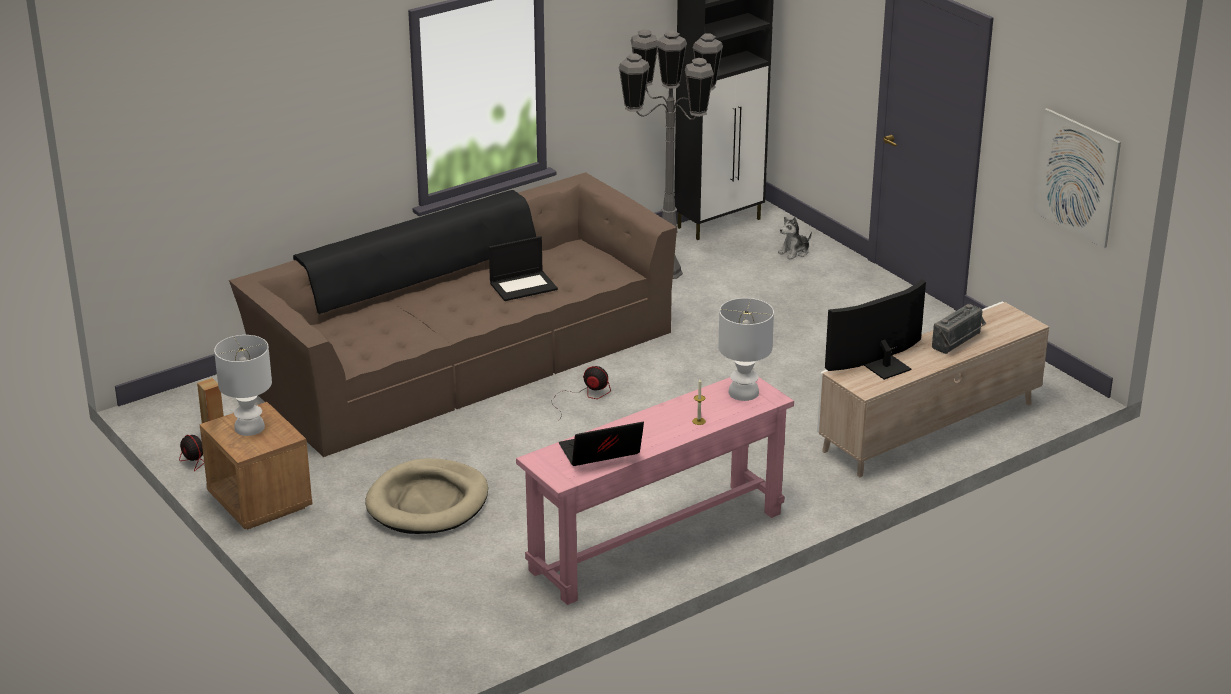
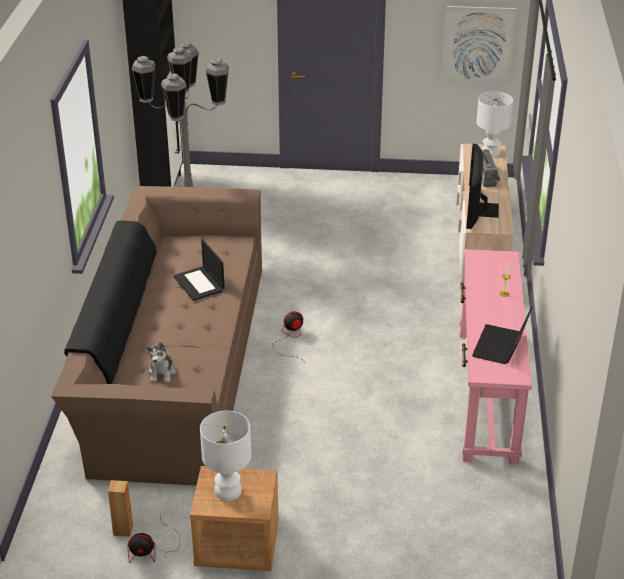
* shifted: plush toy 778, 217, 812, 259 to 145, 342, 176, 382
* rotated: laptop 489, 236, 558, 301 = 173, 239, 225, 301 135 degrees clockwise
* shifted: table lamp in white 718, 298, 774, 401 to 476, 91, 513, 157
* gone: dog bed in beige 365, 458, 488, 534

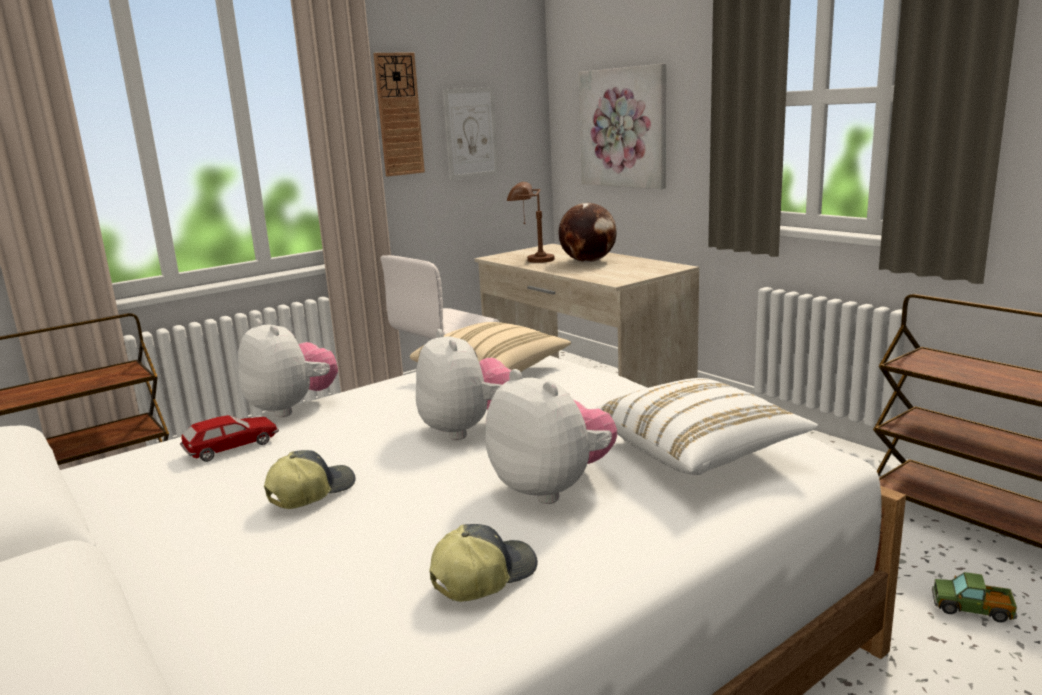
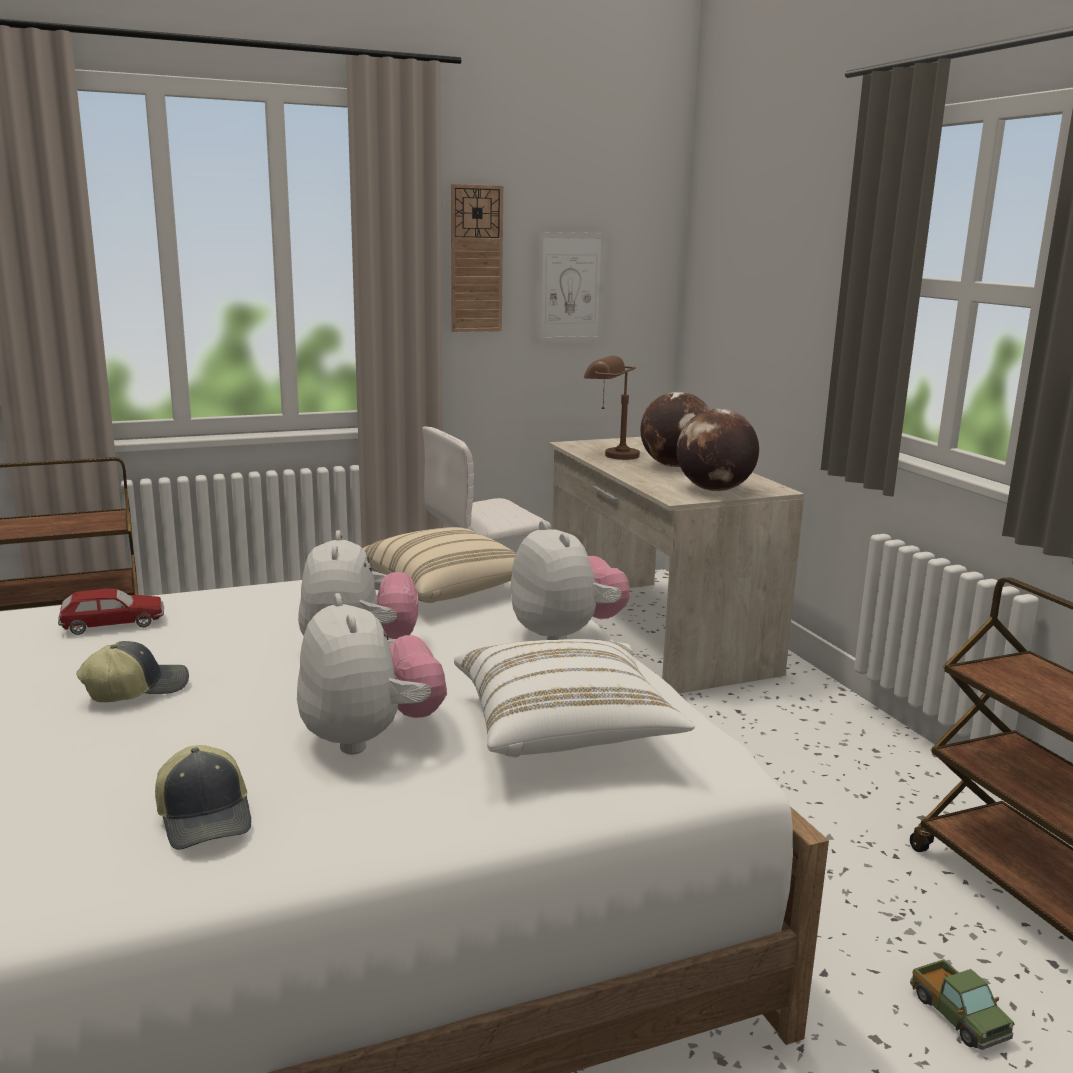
* gone: picture 579, 64, 666, 189
* shifted: plush toy 238, 319, 338, 417 to 511, 520, 630, 640
* rotated: cap 429, 524, 538, 602 = 155, 745, 251, 850 90 degrees clockwise
* rotated: toy truck 932, 572, 1017, 622 = 910, 959, 1014, 1050 150 degrees counterclockwise
* new: globe 677, 409, 759, 491

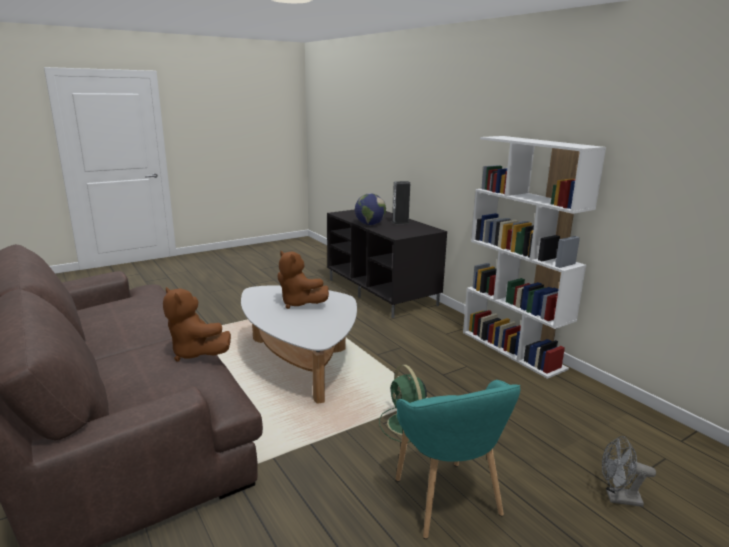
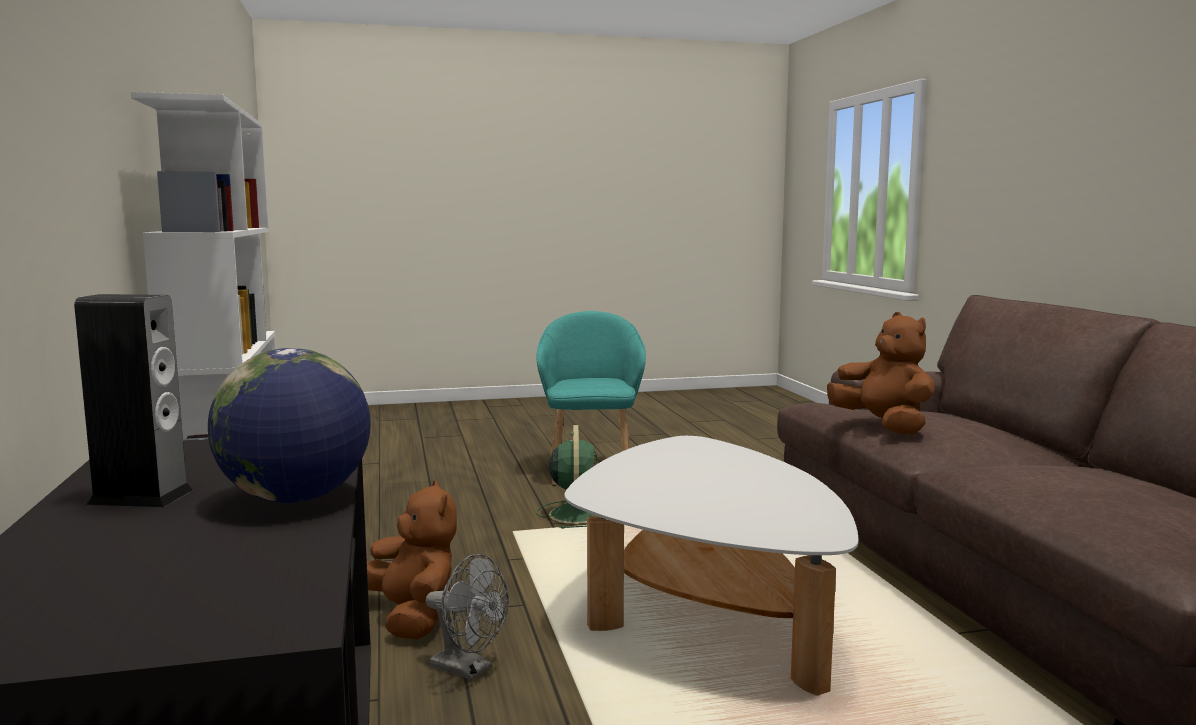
* shifted: plush toy in brown 278, 251, 329, 309 to 367, 480, 457, 640
* shifted: fan in grey 602, 436, 656, 507 to 426, 554, 509, 680

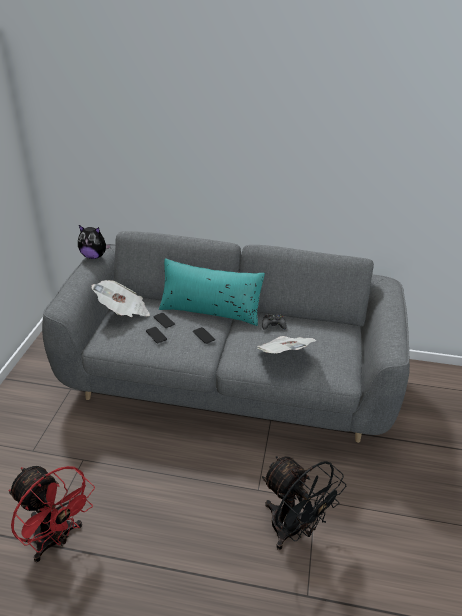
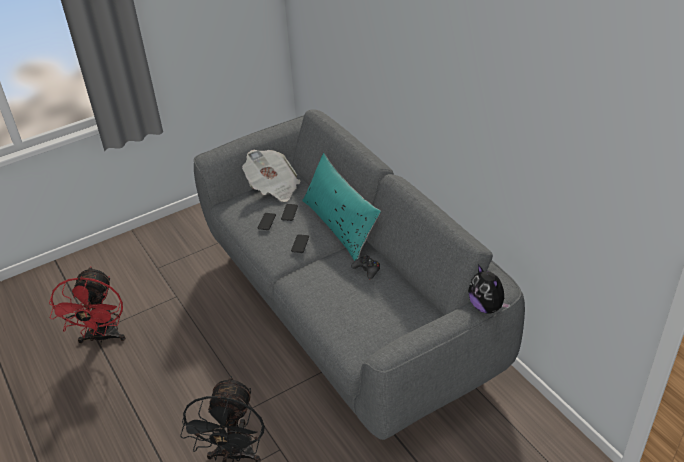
* shifted: plush toy 78, 225, 111, 259 to 468, 264, 510, 314
* gone: newspaper 257, 336, 317, 353

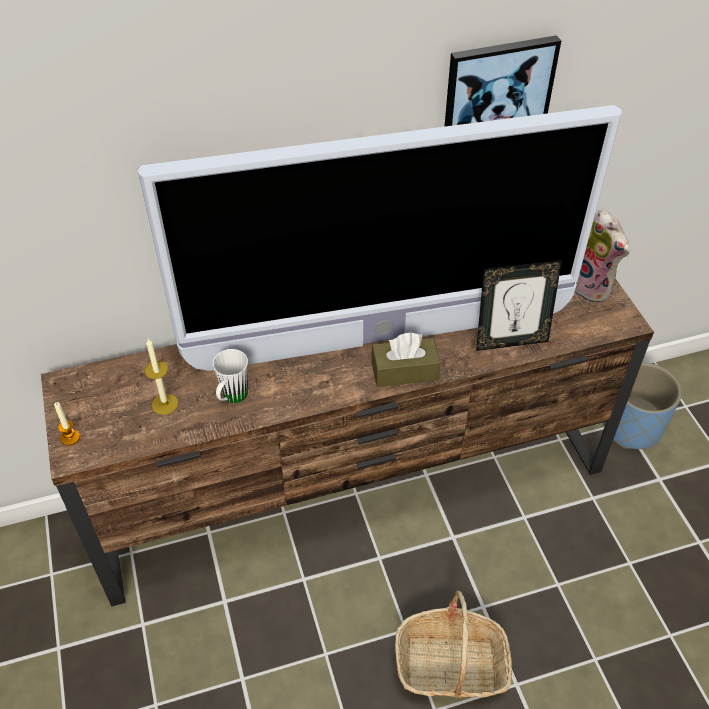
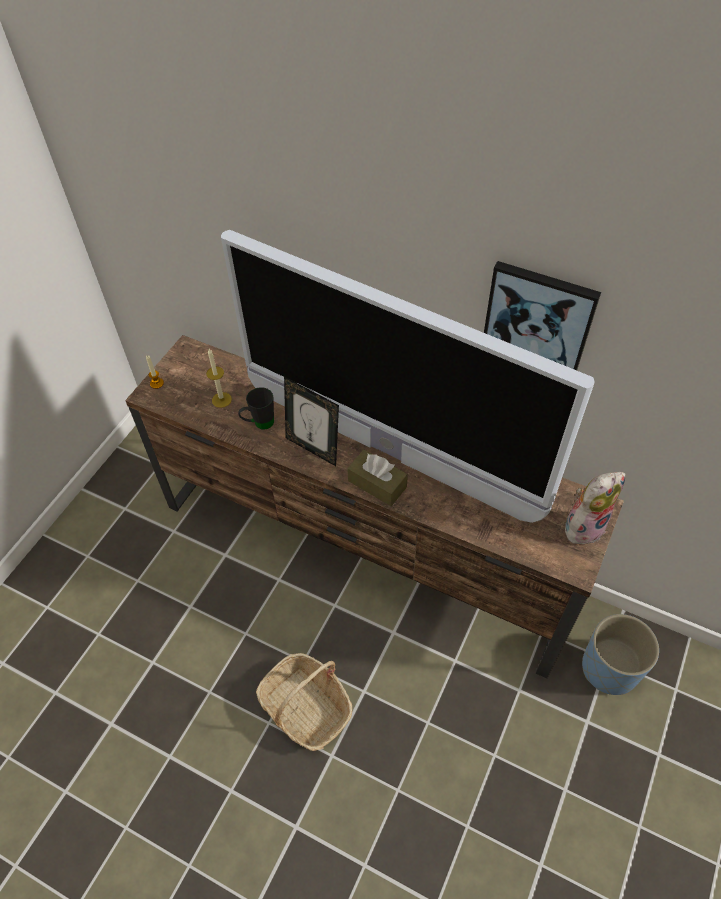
* rotated: plush toy 574, 210, 630, 302 = 565, 472, 626, 548 135 degrees counterclockwise
* shifted: picture frame 476, 260, 562, 351 to 284, 376, 339, 466
* repainted: mug in white 213, 349, 248, 403 to mug in black 238, 387, 274, 430

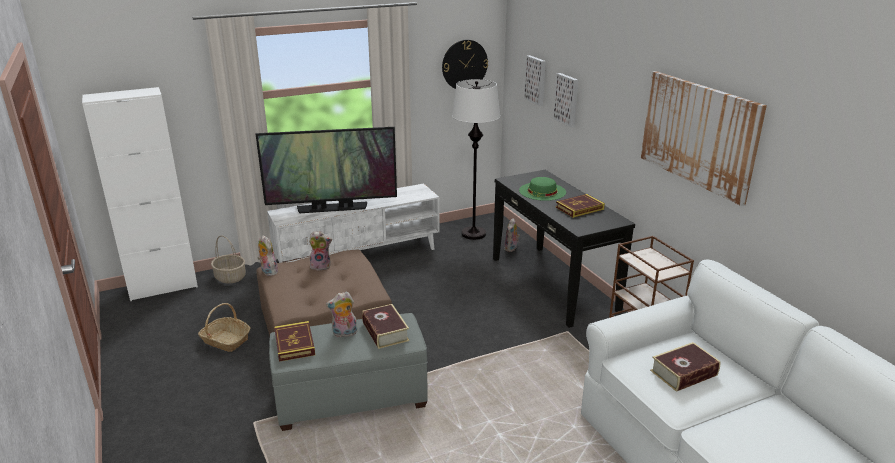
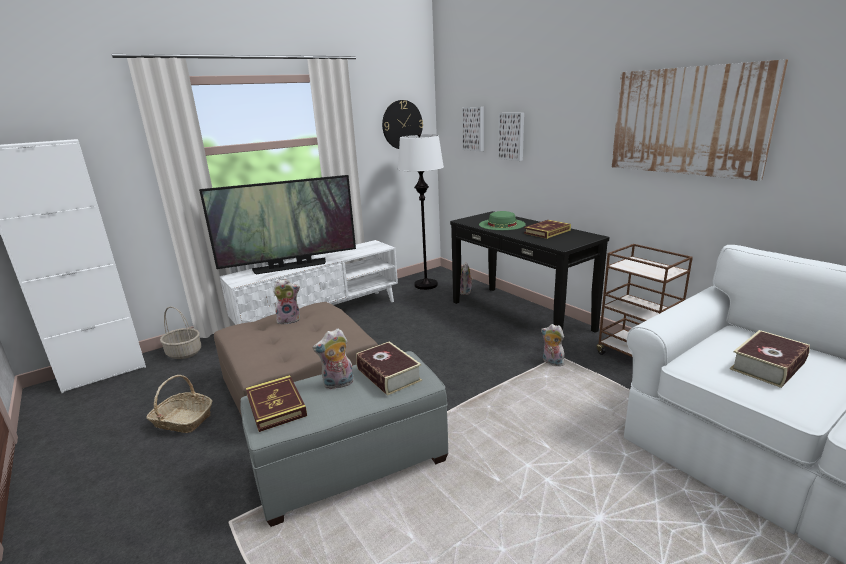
* shifted: plush toy 258, 235, 278, 276 to 541, 324, 565, 366

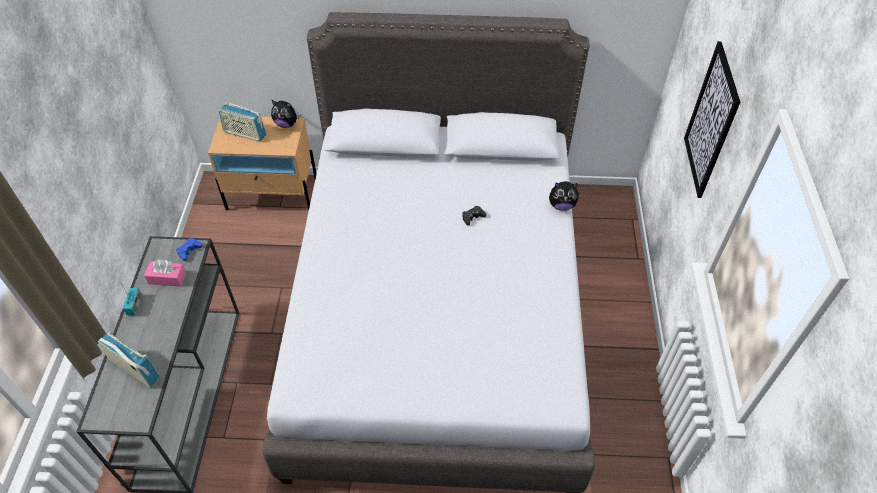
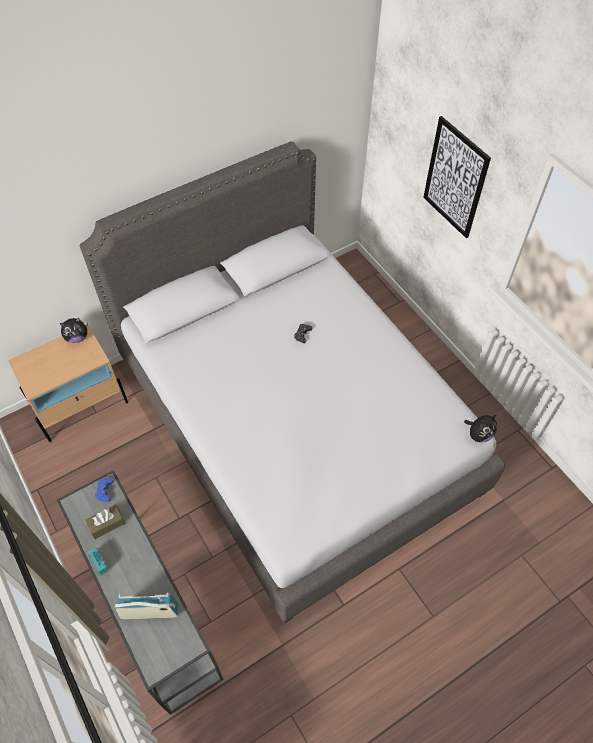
* gone: radio 219, 102, 266, 142
* shifted: plush toy 549, 181, 580, 211 to 464, 414, 497, 443
* repainted: tissue box in pink 144, 260, 186, 287 to tissue box in brown 85, 504, 125, 539

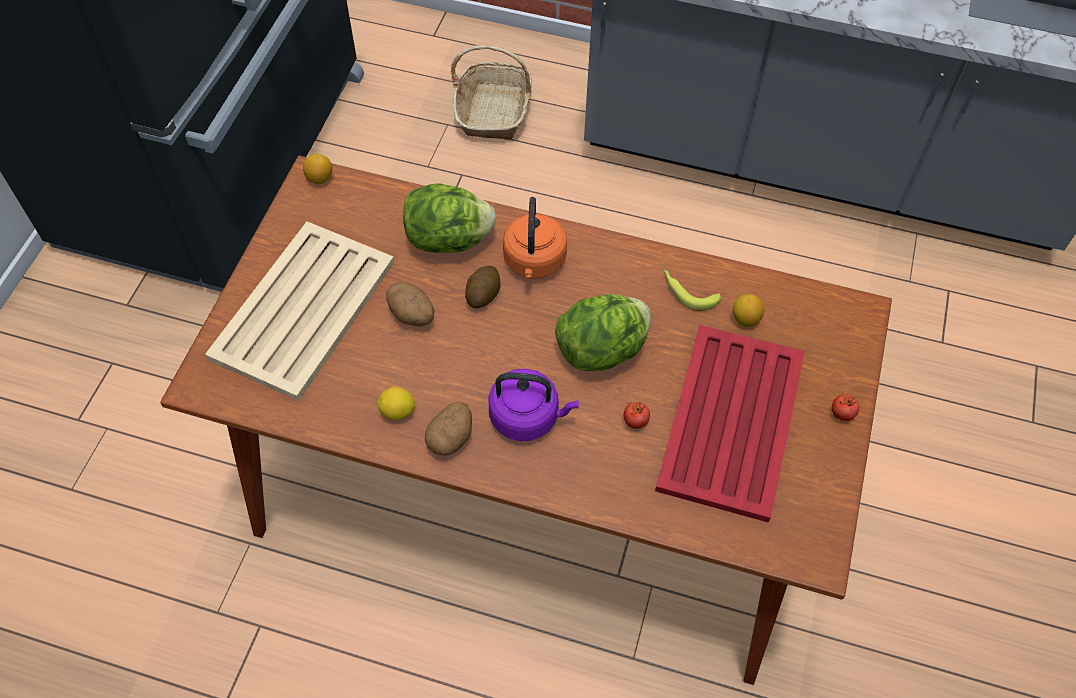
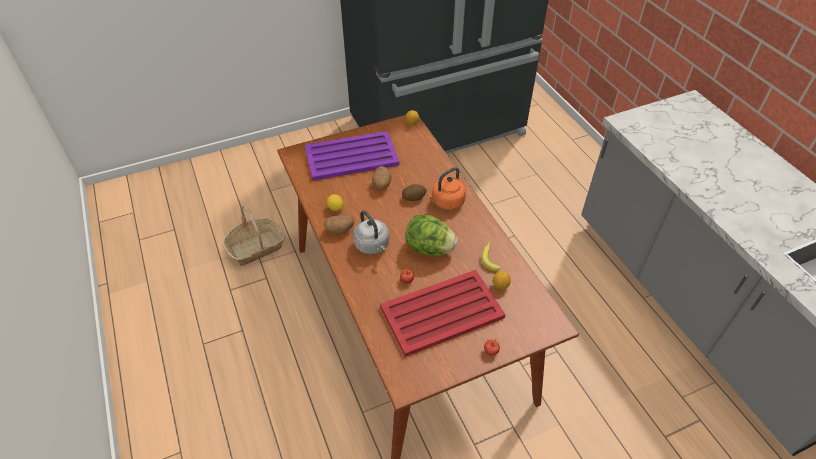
* shifted: basket 451, 45, 532, 140 to 222, 206, 286, 266
* gone: lettuce 403, 183, 496, 253
* repainted: tray in beige 205, 222, 395, 401 to tray in purple 305, 131, 399, 181
* repainted: kettle in purple 488, 369, 579, 441 to kettle in grey 353, 210, 389, 255

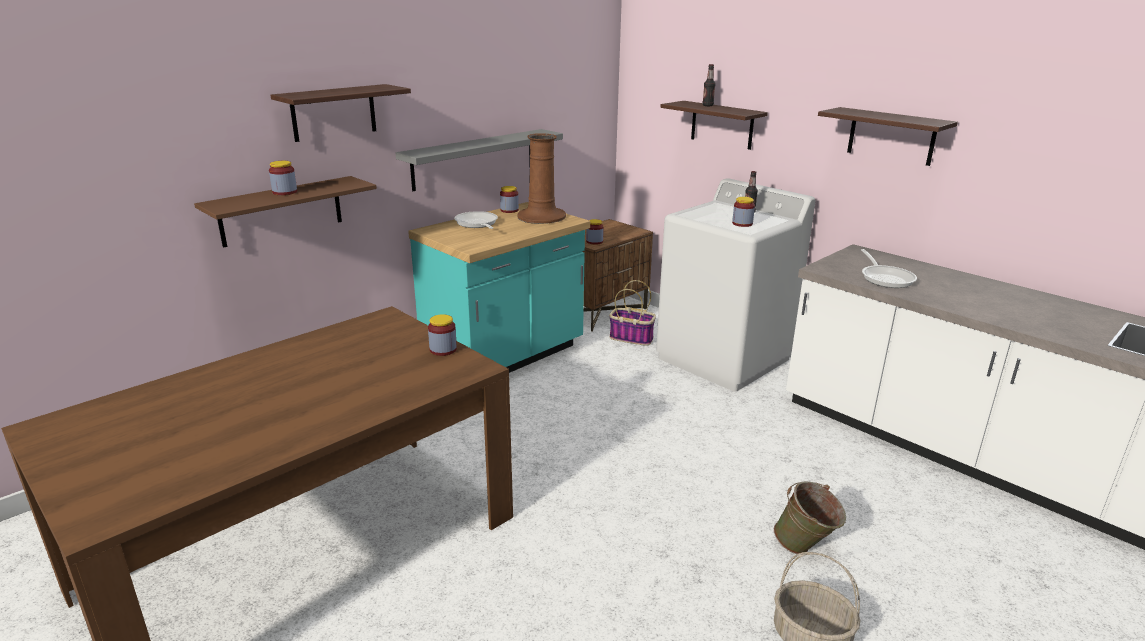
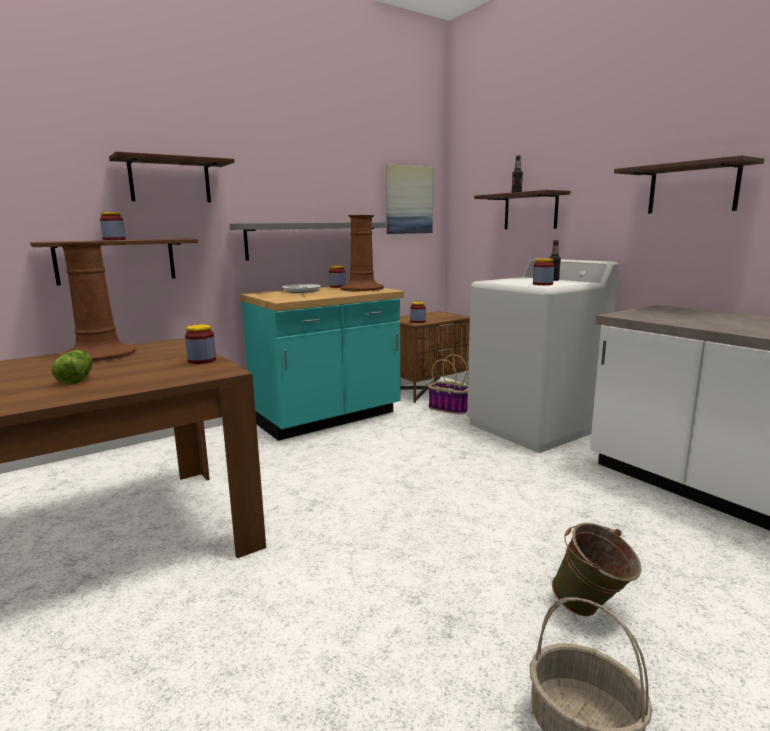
* gone: frying pan 861, 249, 917, 288
* new: picture 386, 164, 433, 234
* new: vase in brown 57, 242, 136, 362
* new: lettuce 51, 350, 92, 385

